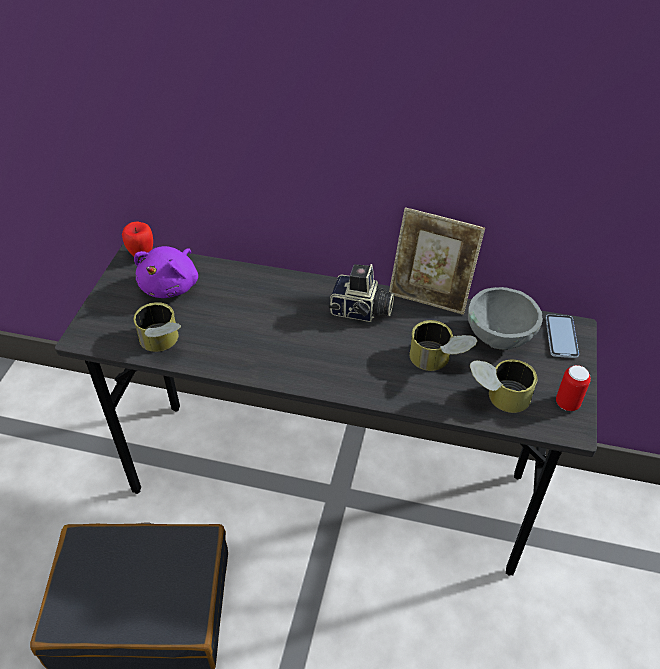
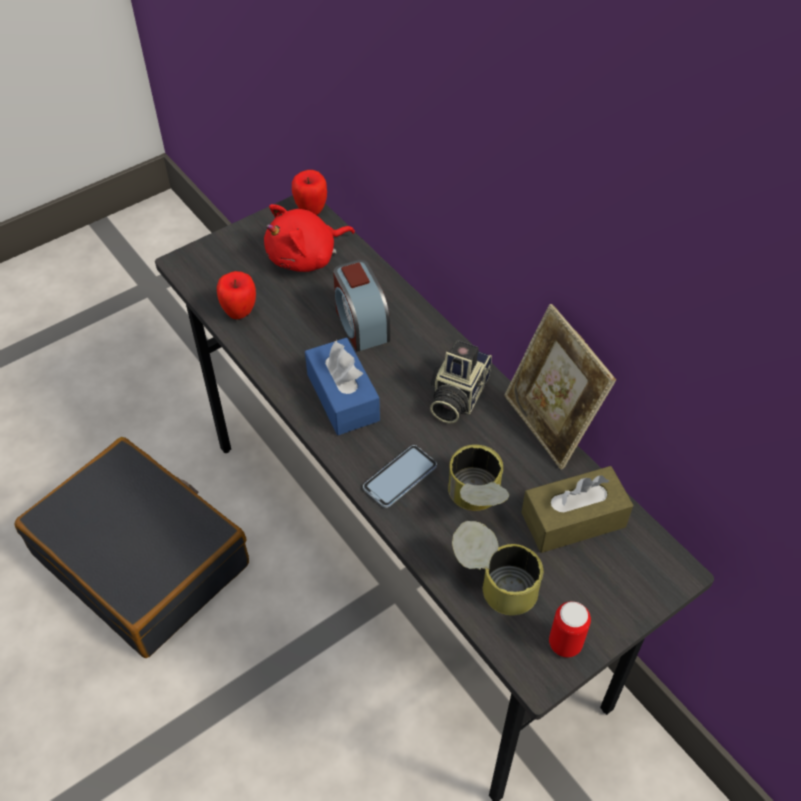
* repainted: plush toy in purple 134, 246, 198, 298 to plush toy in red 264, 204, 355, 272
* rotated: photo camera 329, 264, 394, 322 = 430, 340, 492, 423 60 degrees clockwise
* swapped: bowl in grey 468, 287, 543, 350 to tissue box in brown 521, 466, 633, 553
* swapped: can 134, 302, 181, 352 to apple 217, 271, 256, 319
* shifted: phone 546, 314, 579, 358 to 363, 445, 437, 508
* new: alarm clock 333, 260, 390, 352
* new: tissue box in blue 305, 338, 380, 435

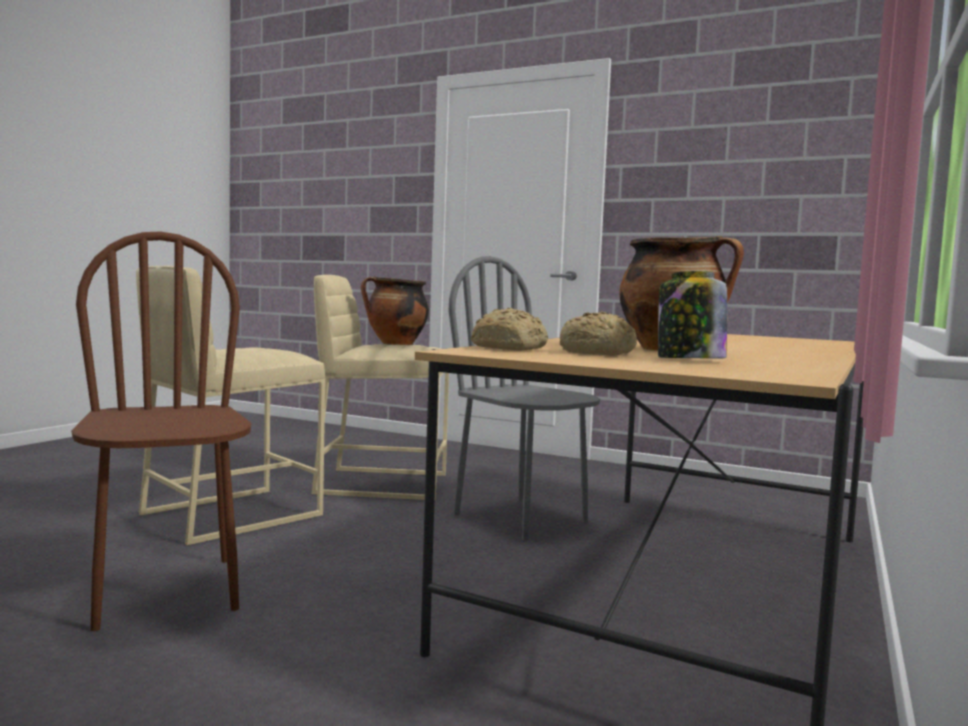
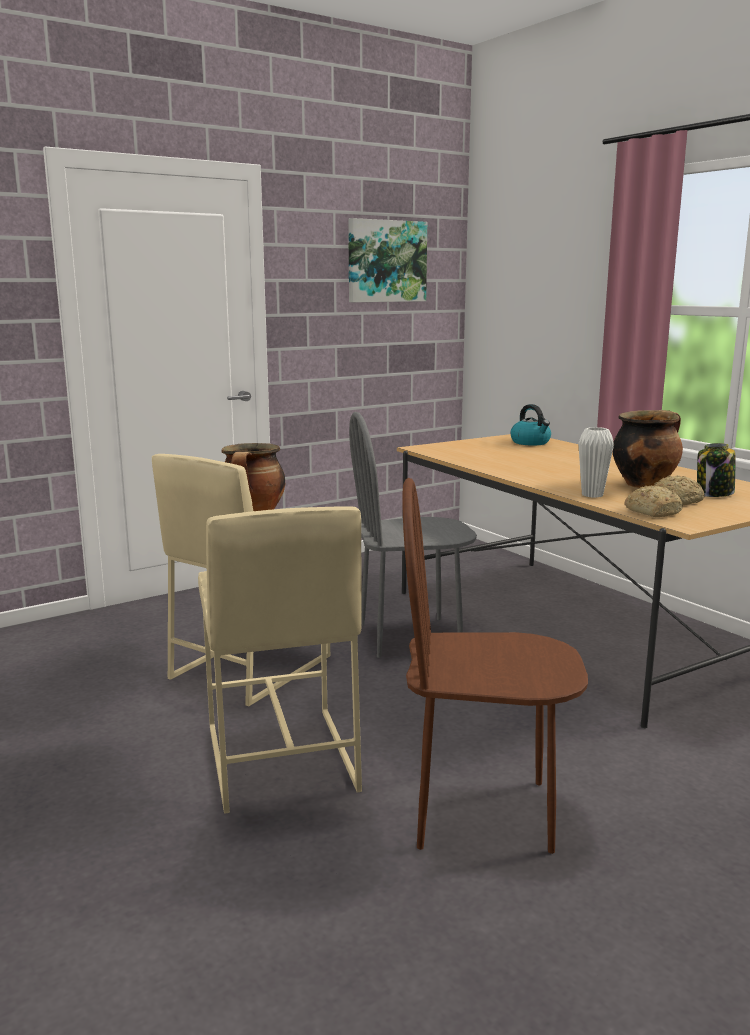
* new: picture 348, 218, 427, 302
* new: kettle 511, 404, 551, 446
* new: vase in white 578, 427, 614, 498

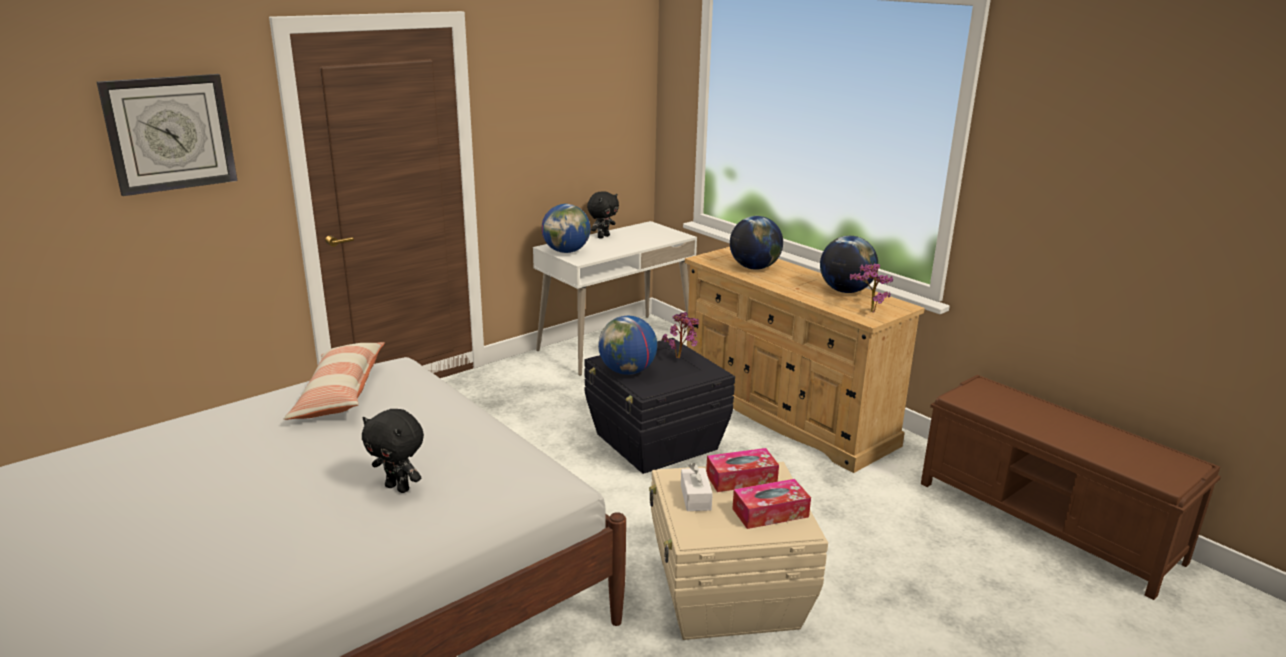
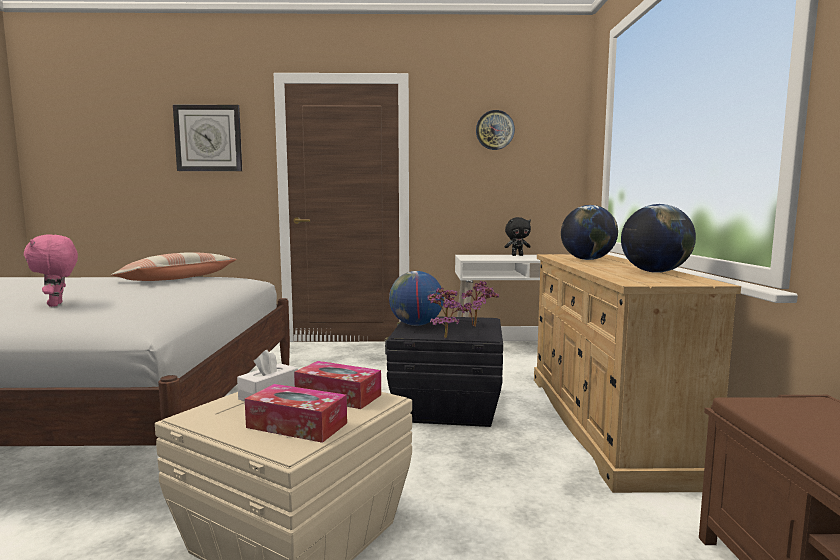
* gone: globe 542, 204, 590, 253
* shifted: potted plant 850, 264, 893, 312 to 427, 288, 471, 338
* repainted: plush toy in black 362, 409, 424, 493 to plush toy in pink 24, 234, 78, 307
* new: wall clock 476, 110, 515, 150

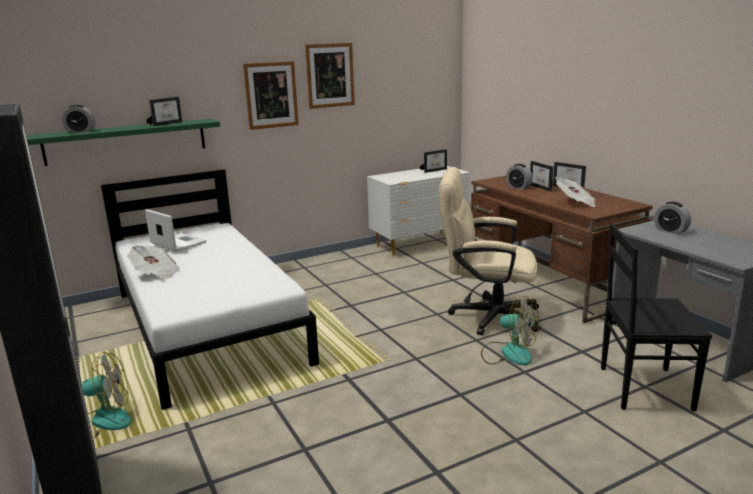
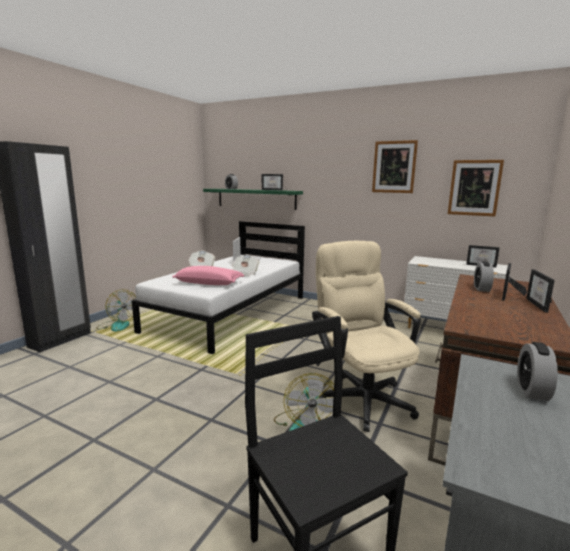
* shifted: picture 243, 61, 299, 130 to 448, 160, 504, 216
* shifted: newspaper 555, 177, 595, 207 to 232, 254, 260, 277
* new: pillow in pink 172, 266, 244, 285

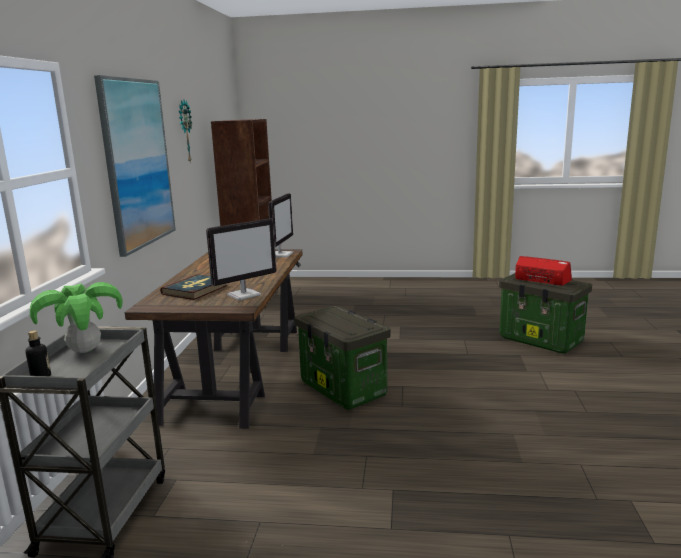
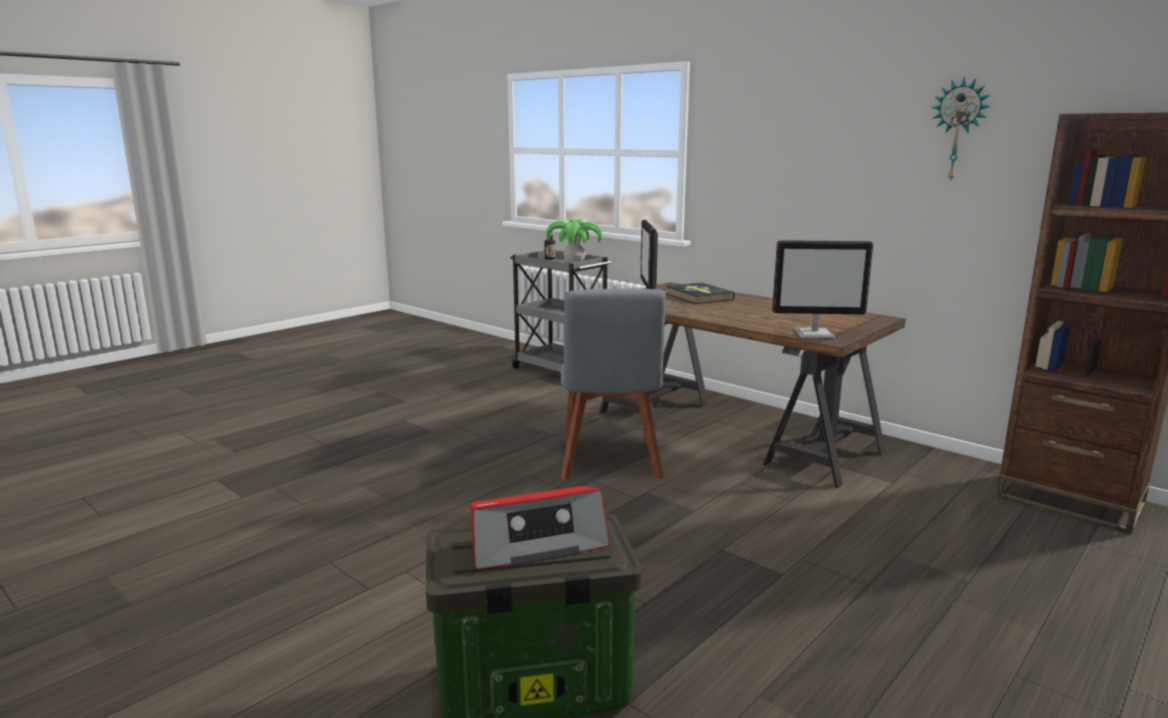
* gone: picture 94, 75, 176, 257
* rotated: monitor 268, 193, 293, 258 = 772, 240, 873, 338 45 degrees counterclockwise
* swapped: storage box 294, 306, 390, 410 to chair in grey 560, 288, 666, 480

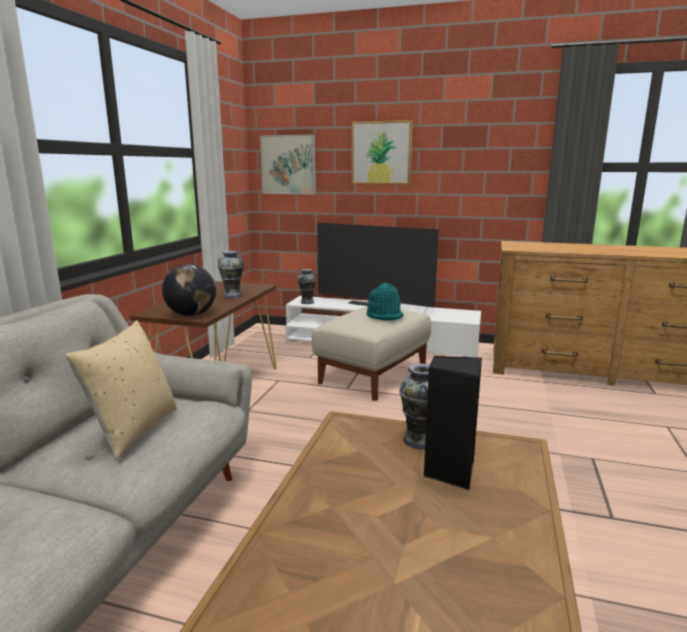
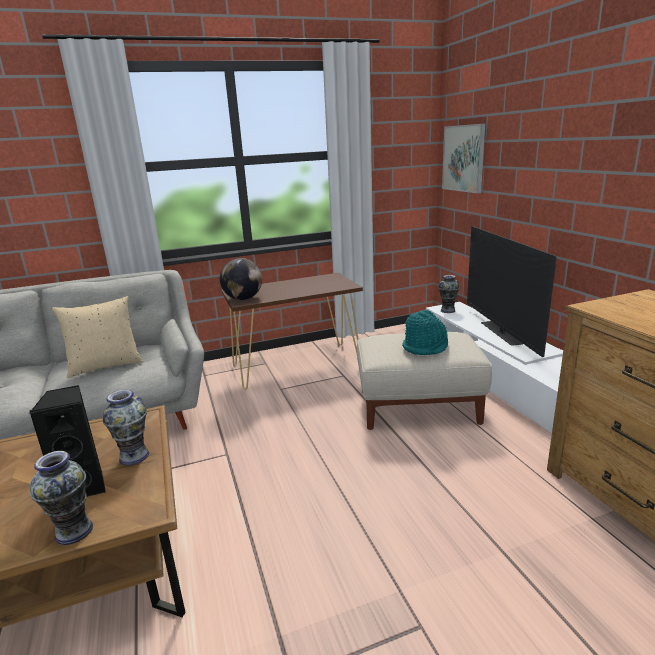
* gone: picture 351, 120, 413, 185
* shifted: vase 218, 251, 244, 298 to 30, 451, 93, 545

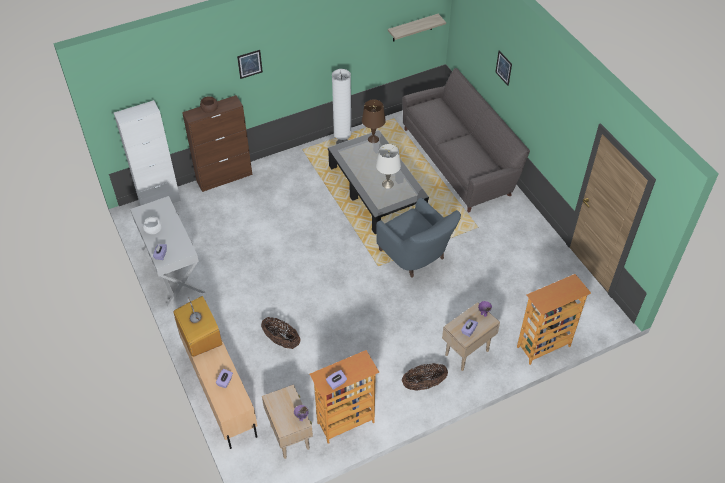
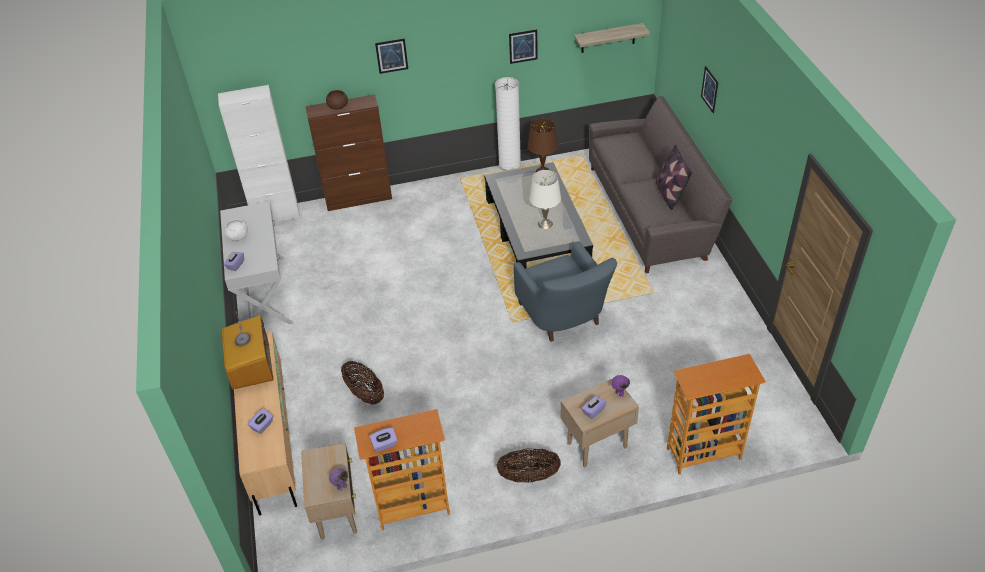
* new: picture 509, 29, 538, 64
* new: pillow 656, 144, 692, 210

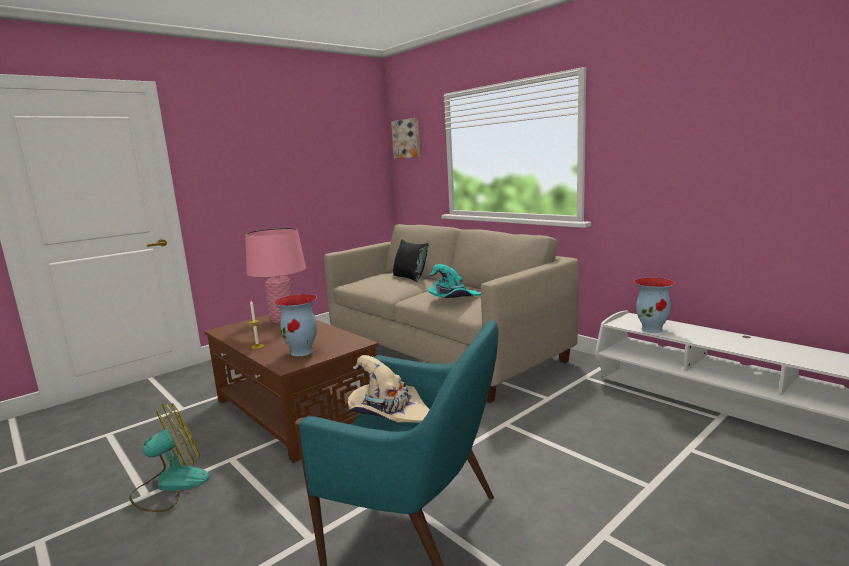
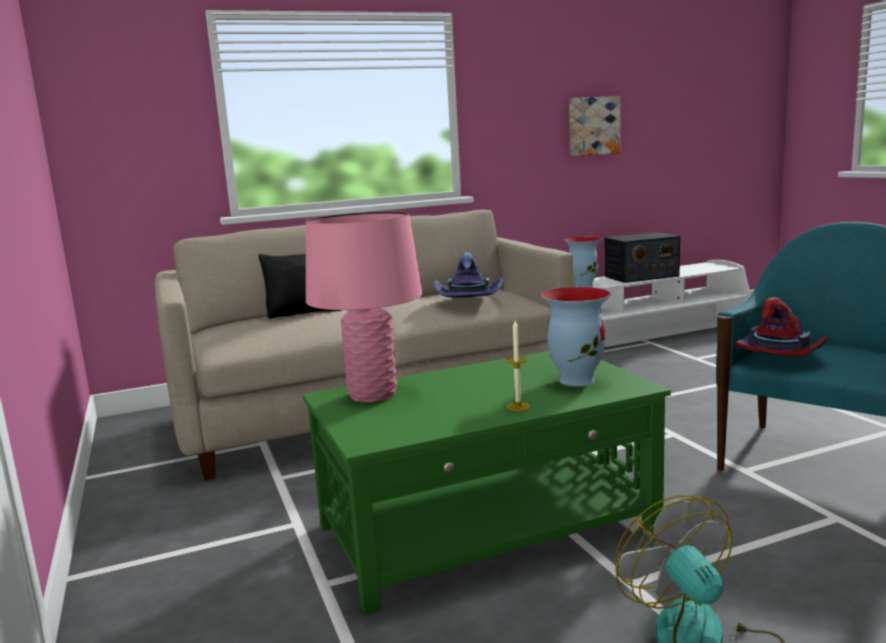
* shifted: picture 391, 118, 420, 159 to 569, 96, 620, 156
* repainted: hat in turquoise 428, 264, 481, 298 to hat in purple 433, 252, 503, 298
* repainted: coffee table in brown 204, 314, 378, 463 to coffee table in green 303, 351, 671, 615
* repainted: hat in beige 348, 355, 430, 423 to hat in red 735, 297, 827, 357
* new: radio 605, 232, 680, 283

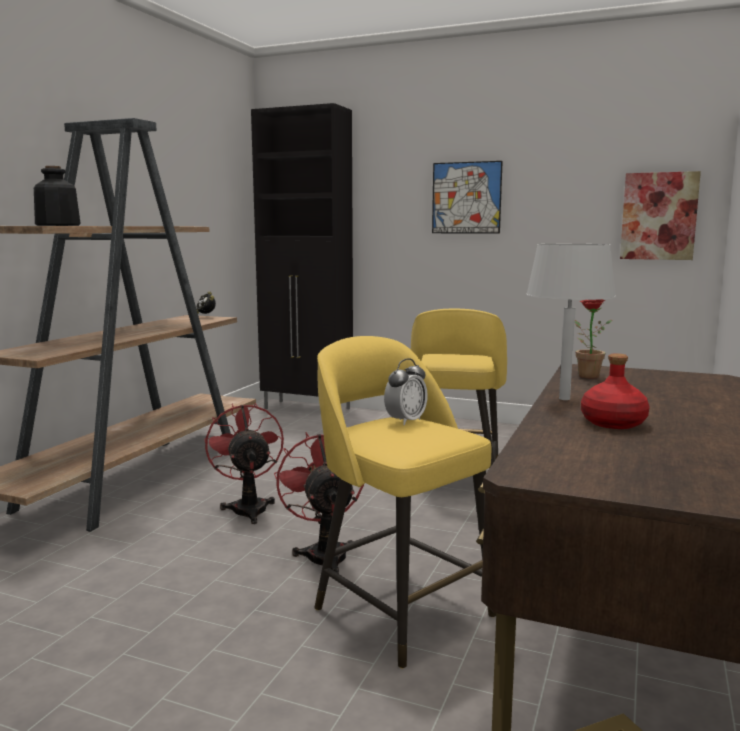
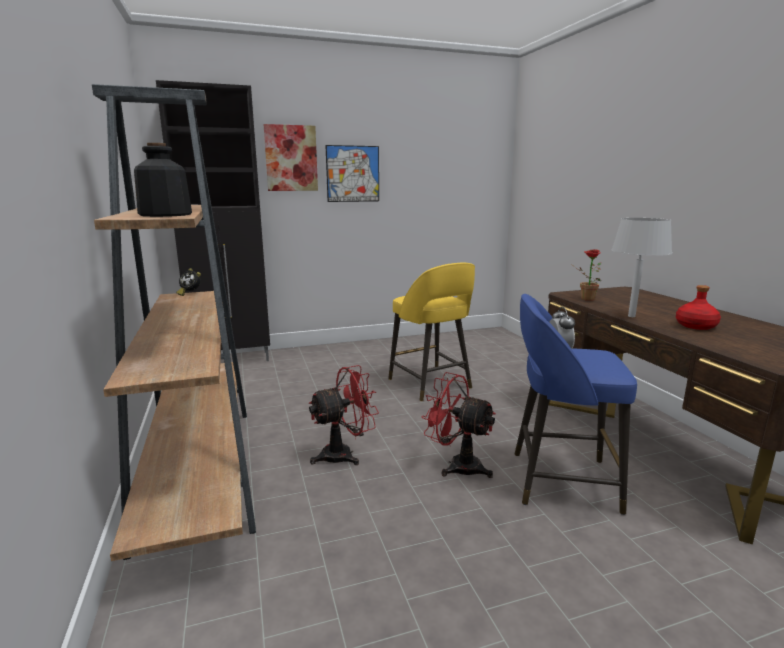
* shifted: picture 620, 171, 701, 260 to 264, 124, 318, 191
* repainted: stool in yellow 314, 336, 496, 668 to stool in blue 515, 294, 637, 515
* rotated: fan in red 204, 403, 284, 524 = 309, 365, 379, 465 120 degrees clockwise

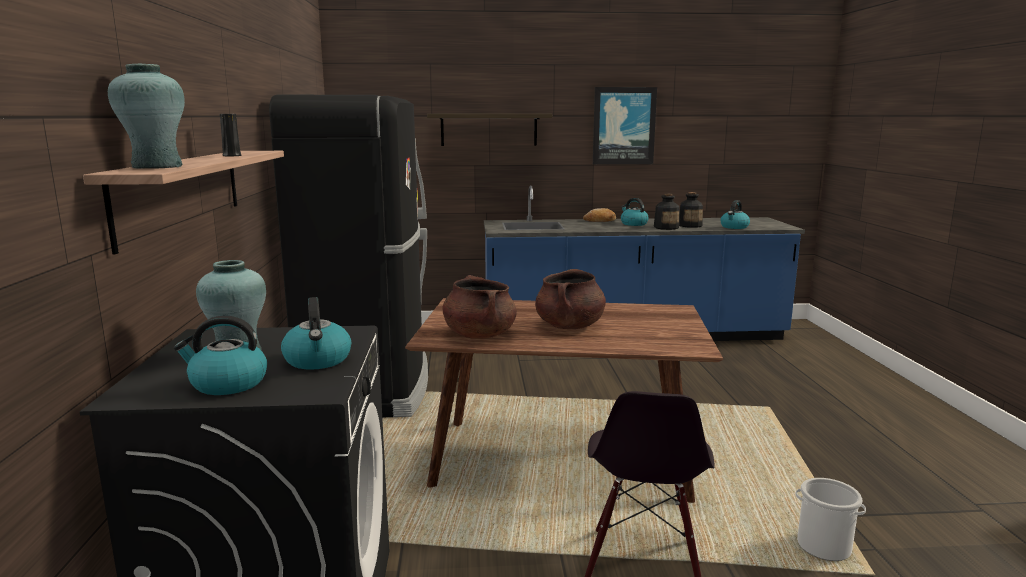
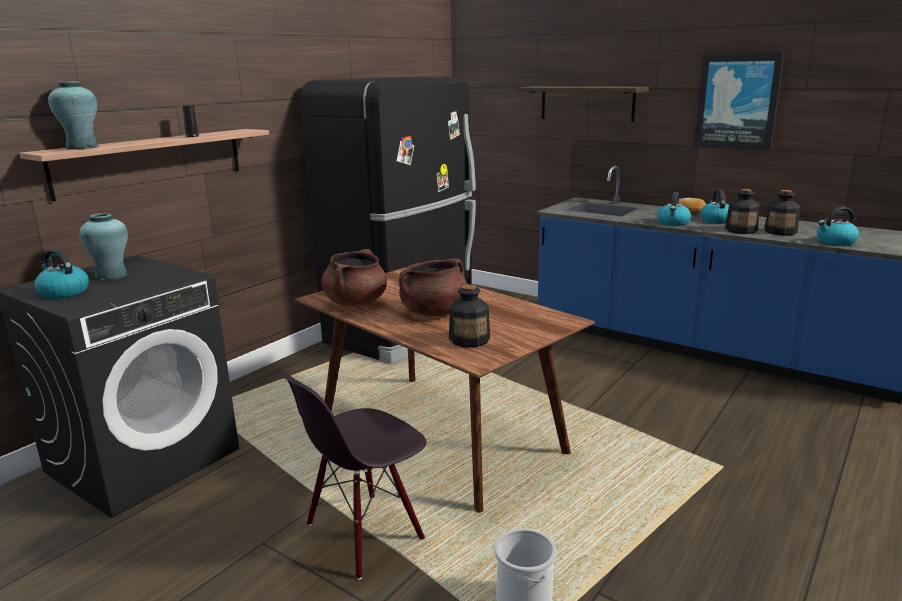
* shifted: kettle 281, 297, 351, 370 to 657, 192, 691, 226
* new: bottle 449, 284, 490, 347

